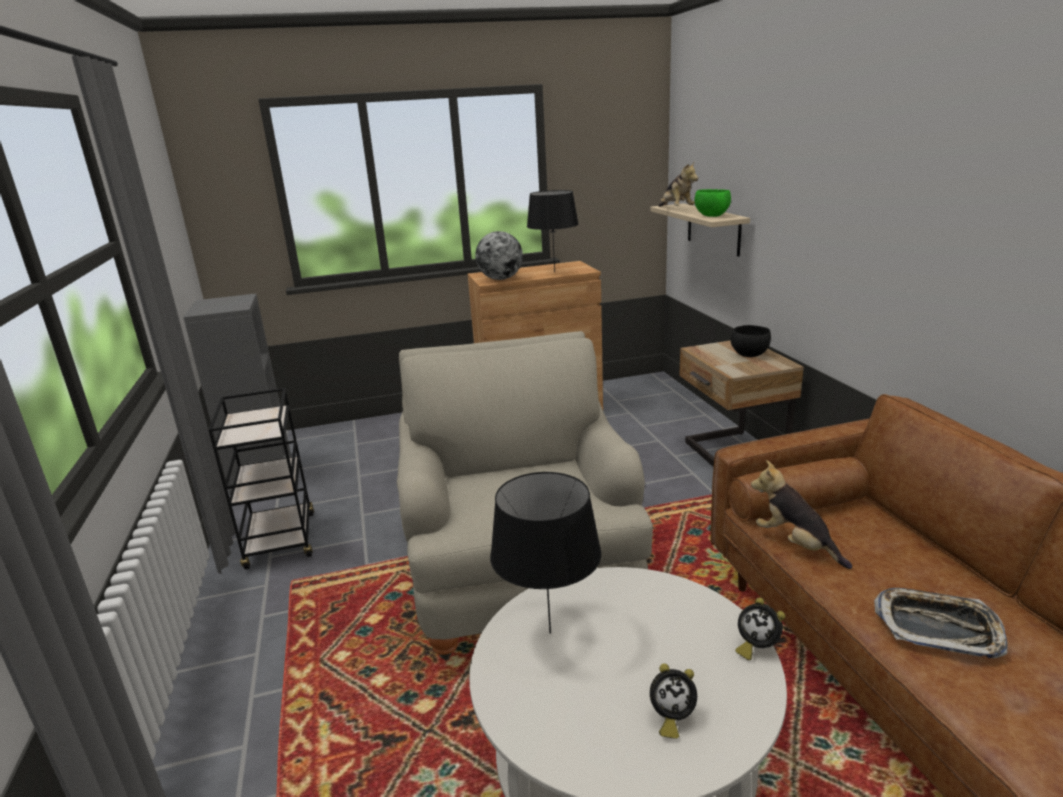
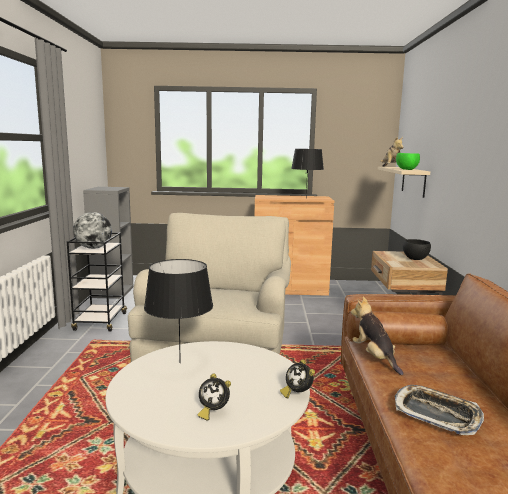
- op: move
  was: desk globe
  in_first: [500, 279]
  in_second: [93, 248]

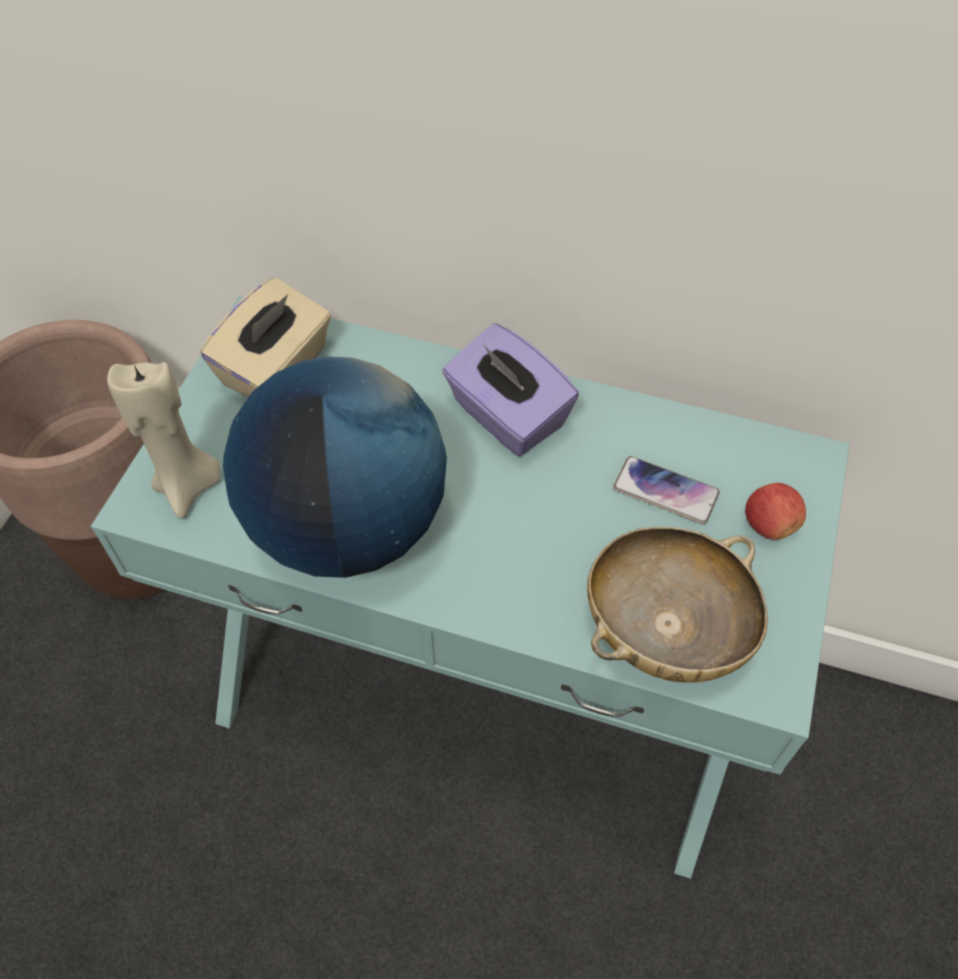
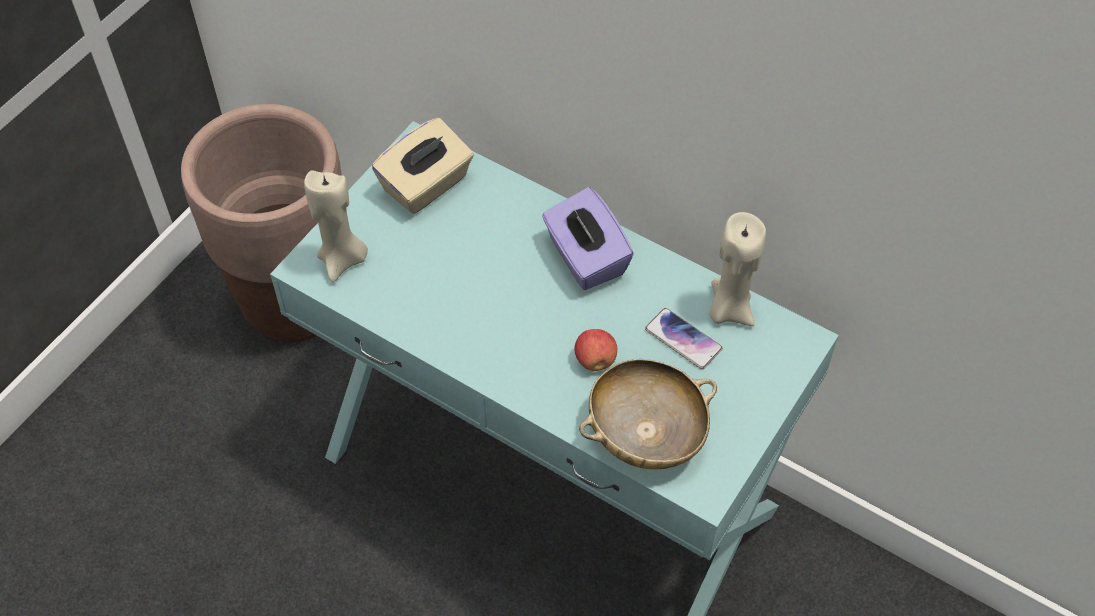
- op: delete
  was: desk globe
  in_first: [348, 526]
- op: move
  was: apple
  in_first: [768, 525]
  in_second: [595, 360]
- op: insert
  now: candle/beige
  in_second: [729, 309]

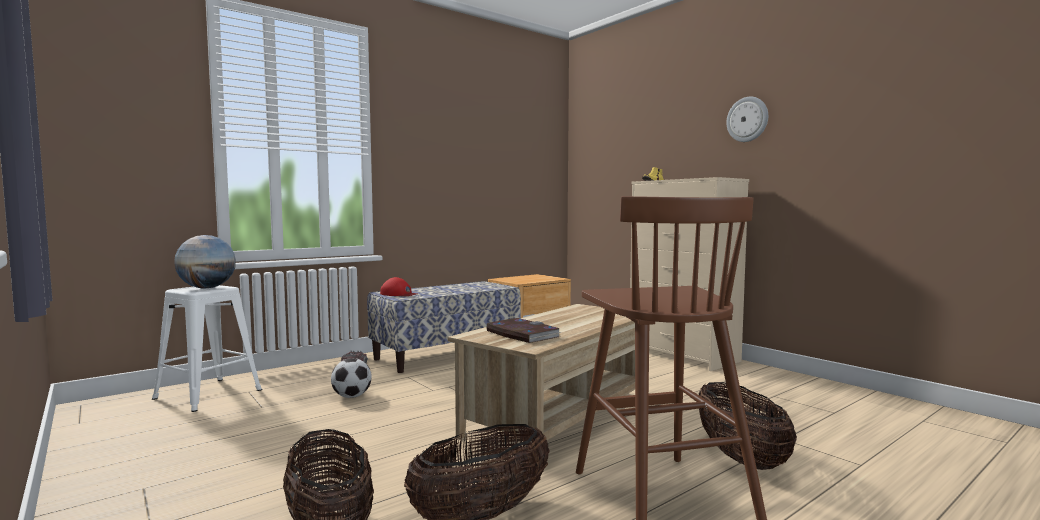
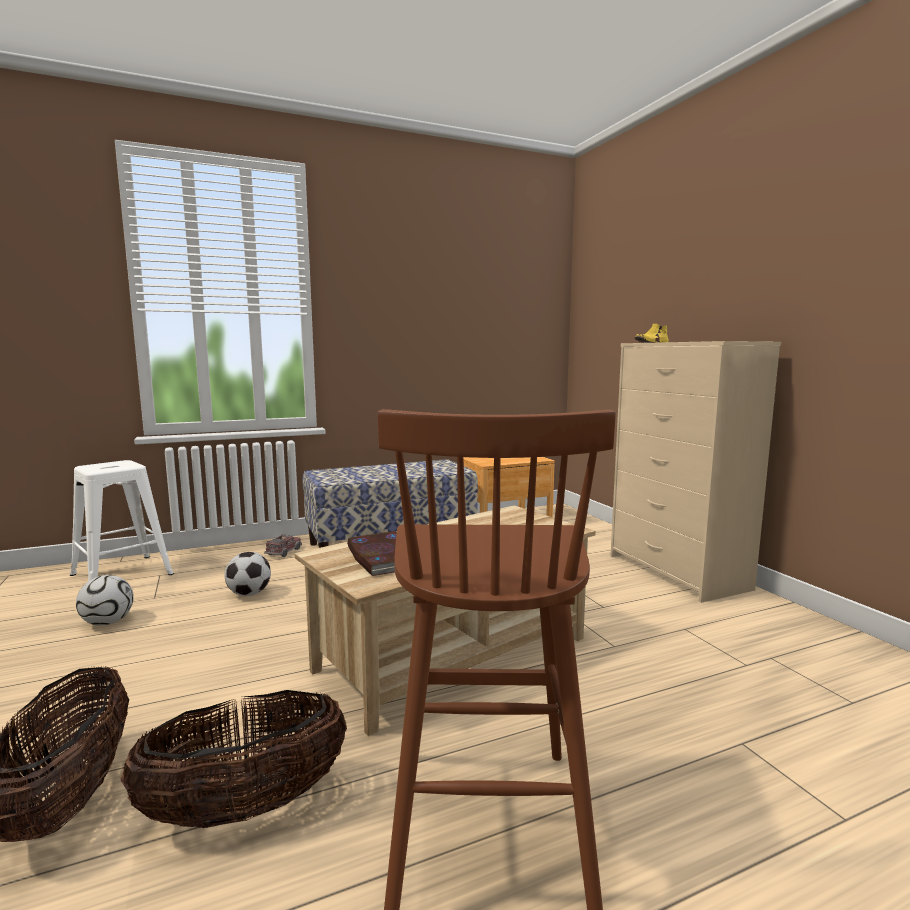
- op: delete
  was: desk globe
  in_first: [207, 288]
- op: delete
  was: cap/red-coloured
  in_first: [399, 294]
- op: delete
  was: storage basket
  in_first: [740, 458]
- op: delete
  was: clock on the wall
  in_first: [747, 119]
- op: insert
  now: ball for football
  in_second: [107, 622]

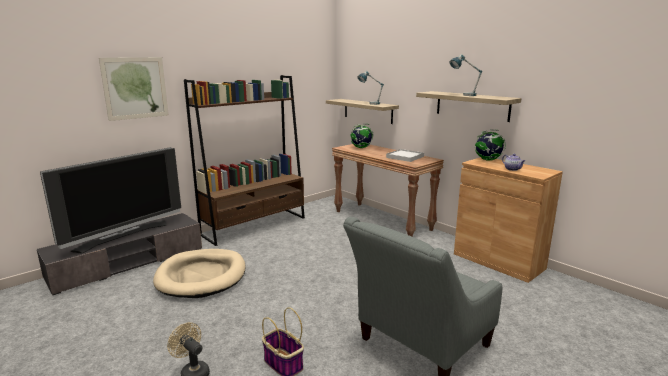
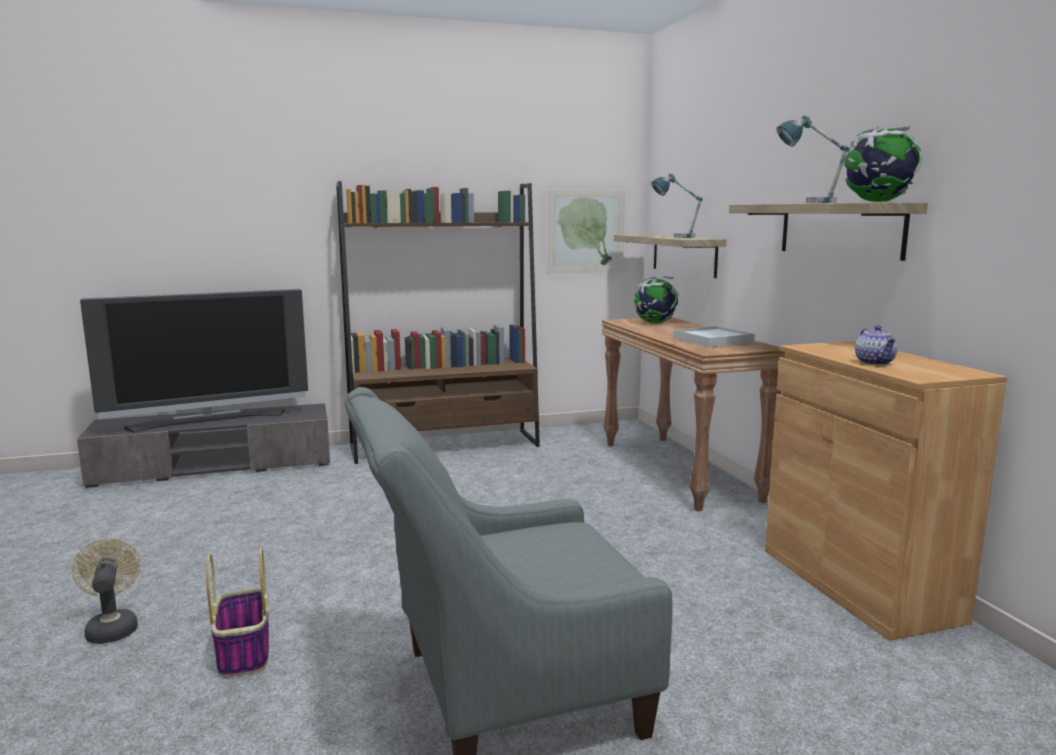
- op: move
  was: wall picture
  in_first: [135, 88]
  in_second: [586, 231]
- op: delete
  was: dog cushion/beige
  in_first: [201, 276]
- op: move
  was: desk globe
  in_first: [488, 160]
  in_second: [877, 202]

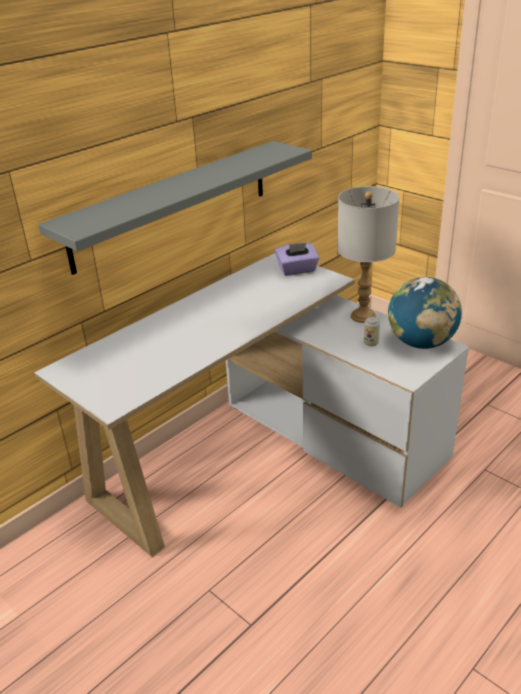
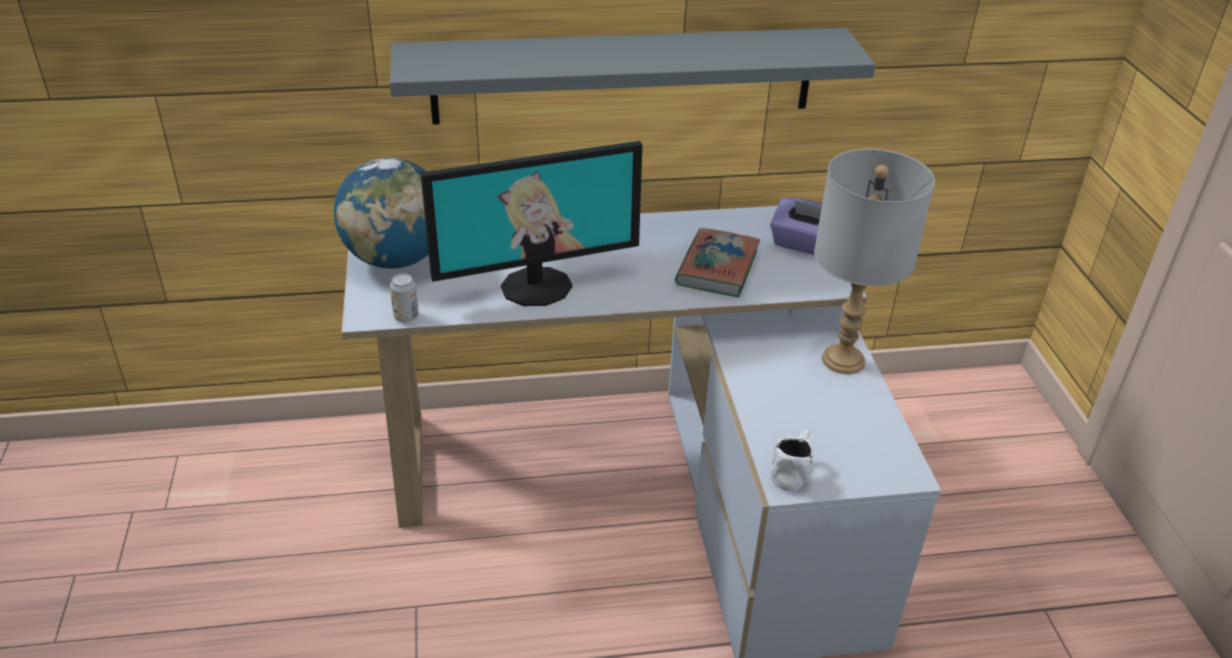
- op: move
  was: metal can
  in_first: [371, 343]
  in_second: [406, 316]
- op: move
  was: desk globe
  in_first: [421, 343]
  in_second: [396, 259]
- op: insert
  now: computer display
  in_second: [536, 286]
- op: insert
  now: volume
  in_second: [717, 268]
- op: insert
  now: coffee mug/white-coloured
  in_second: [791, 471]

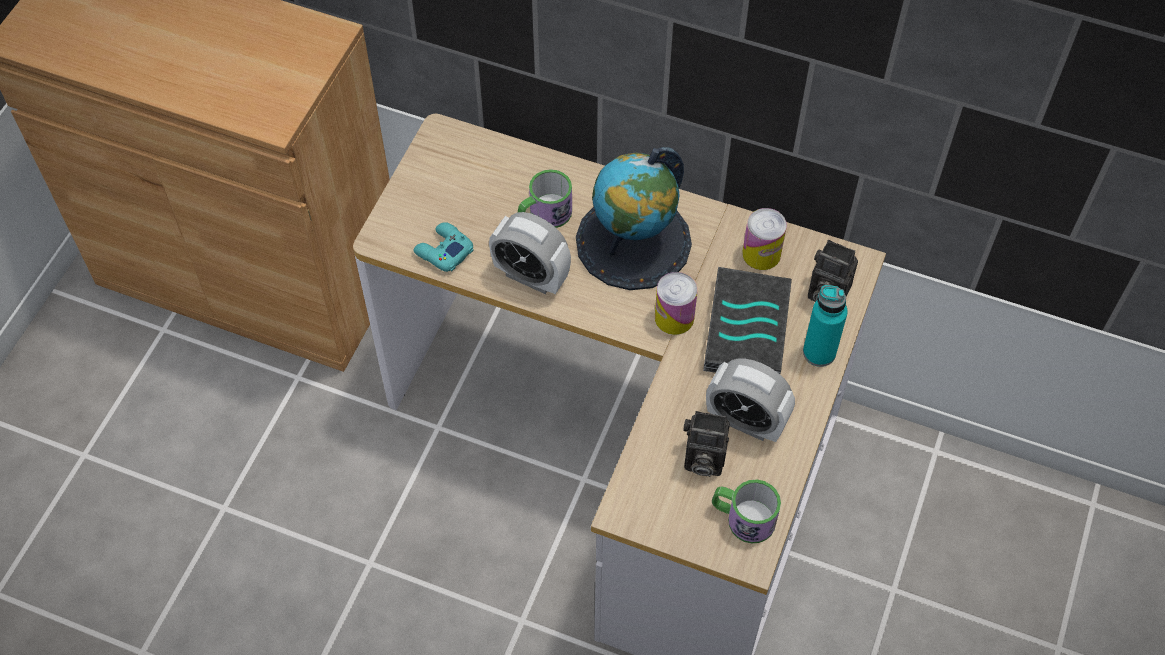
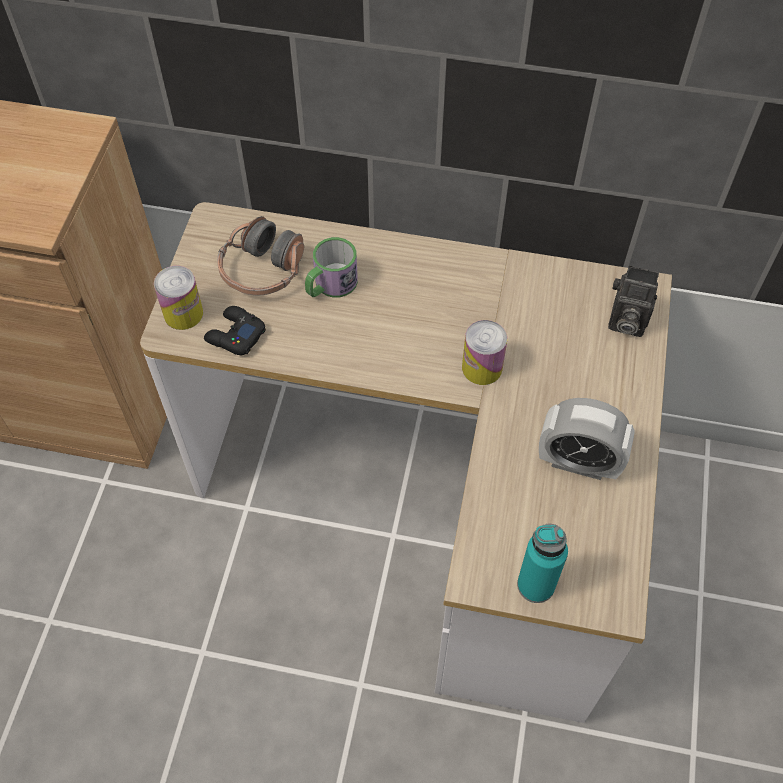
- op: recolor
  was: game controller/turquoise
  now: game controller/black-coloured
  in_first: [443, 251]
  in_second: [235, 335]
- op: delete
  was: alarm clock
  in_first: [531, 276]
- op: delete
  was: desk globe
  in_first: [633, 242]
- op: delete
  was: still camera
  in_first: [701, 459]
- op: delete
  was: volume
  in_first: [744, 328]
- op: delete
  was: coffee mug
  in_first: [742, 518]
- op: move
  was: metal can
  in_first: [761, 254]
  in_second: [183, 313]
- op: move
  was: drink bottle/turquoise
  in_first: [819, 352]
  in_second: [536, 585]
- op: insert
  now: headphones
  in_second: [262, 270]

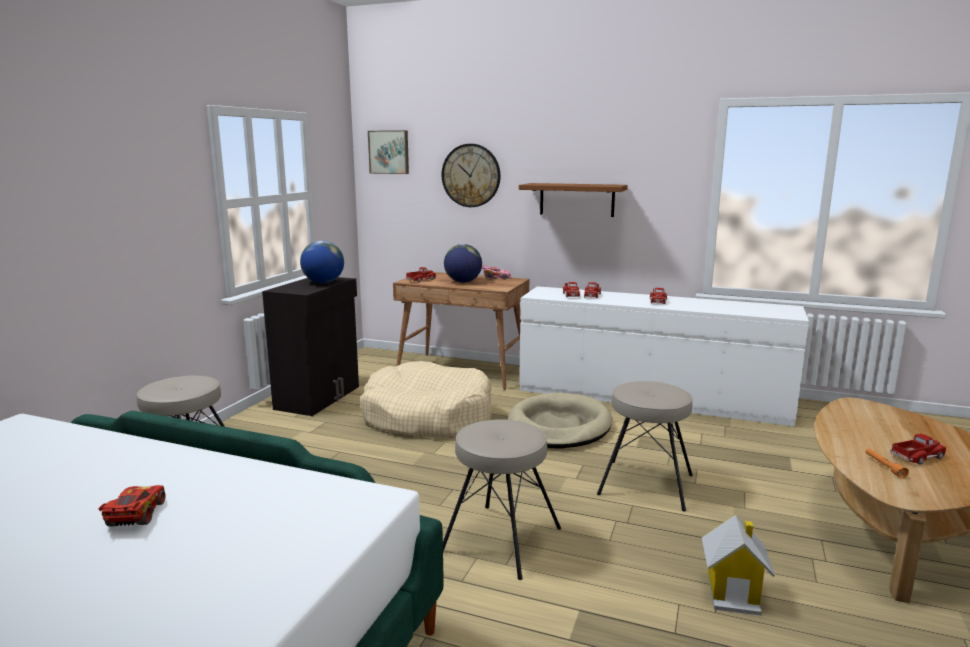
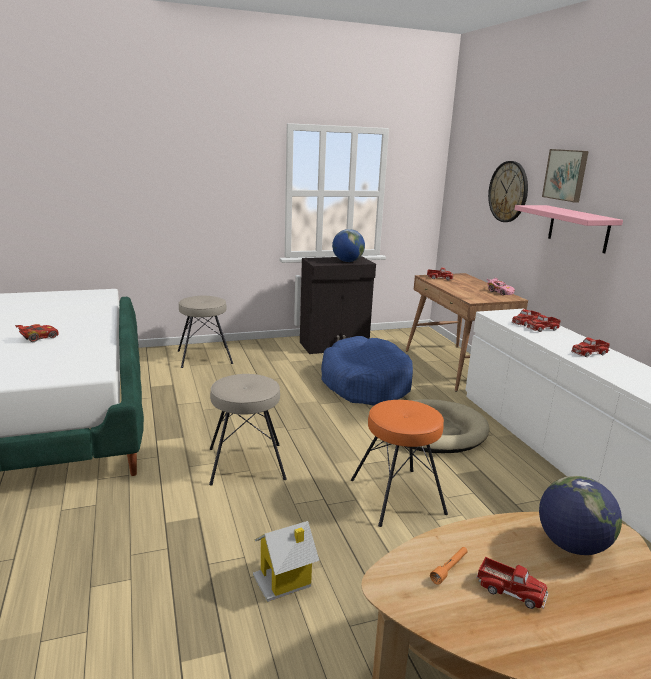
- op: recolor
  was: dog cushion/beige
  now: dog cushion/blue-coloured
  in_first: [428, 417]
  in_second: [365, 383]
- op: move
  was: wall picture
  in_first: [389, 152]
  in_second: [566, 175]
- op: move
  was: desk globe
  in_first: [463, 282]
  in_second: [572, 545]
- op: recolor
  was: shelf/brown-coloured
  now: shelf/pink
  in_first: [576, 199]
  in_second: [578, 228]
- op: recolor
  was: stool seat/beige
  now: stool seat/orange
  in_first: [645, 484]
  in_second: [398, 496]

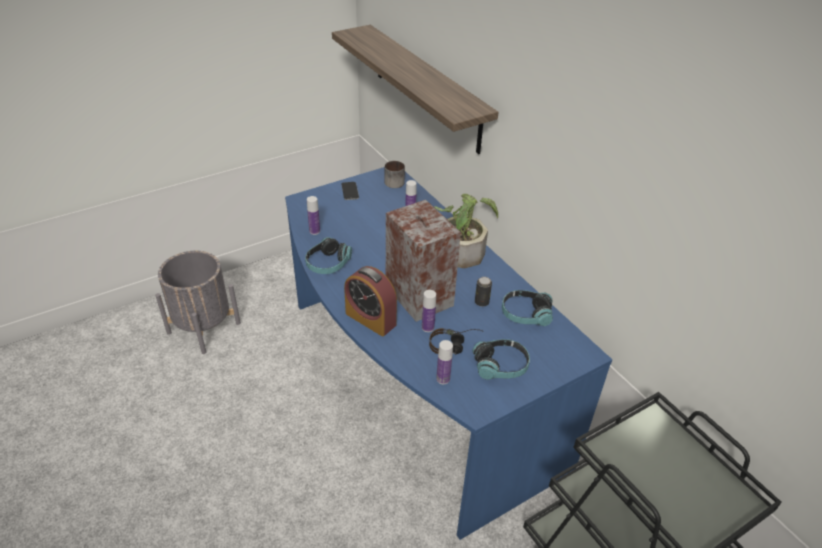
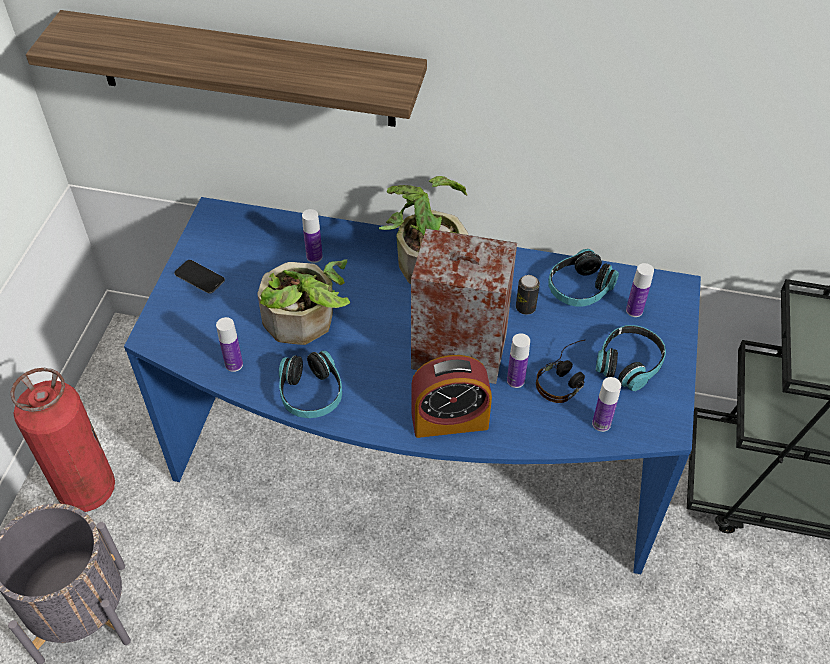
- op: delete
  was: coffee mug
  in_first: [394, 181]
- op: insert
  now: extinguisher
  in_second: [87, 490]
- op: insert
  now: plant in a pot
  in_second: [305, 323]
- op: insert
  now: drink bottle
  in_second: [634, 310]

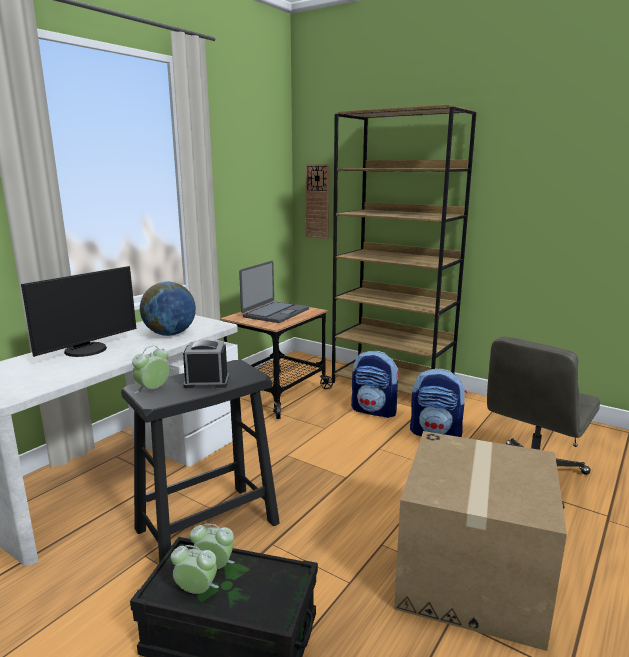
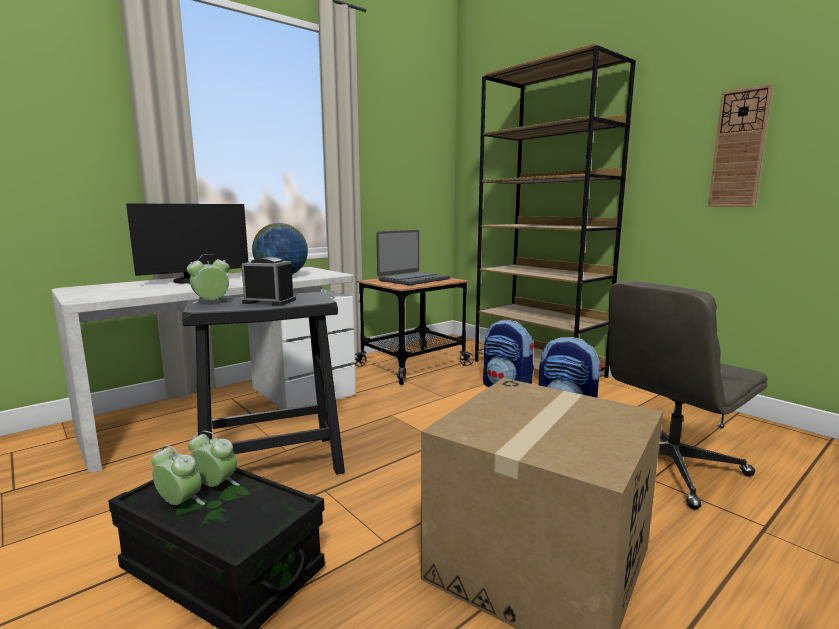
- op: move
  was: clock on the wall
  in_first: [317, 201]
  in_second: [739, 149]

